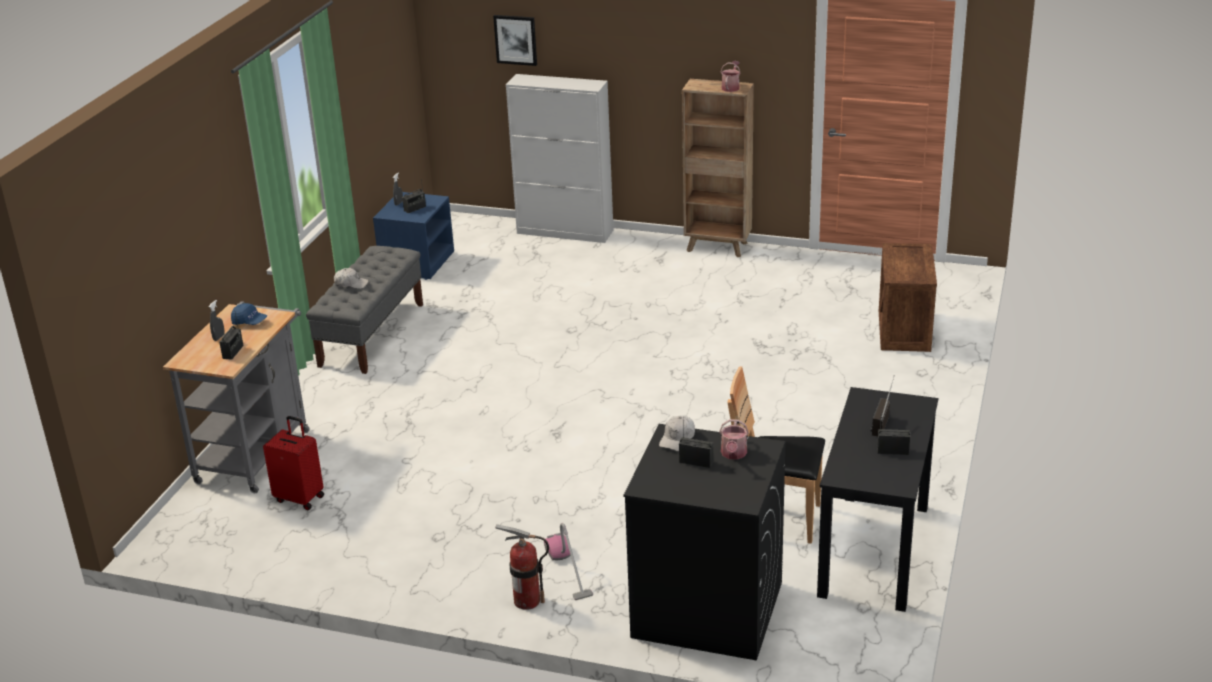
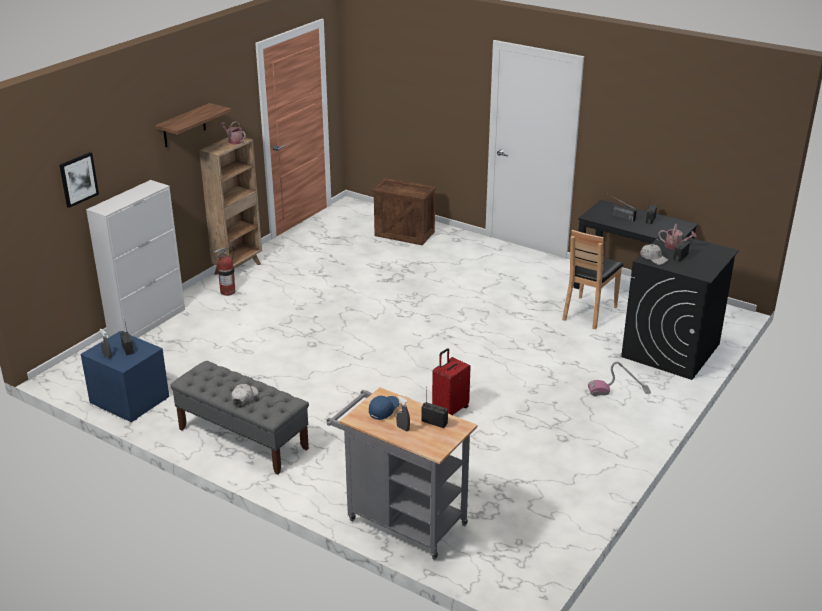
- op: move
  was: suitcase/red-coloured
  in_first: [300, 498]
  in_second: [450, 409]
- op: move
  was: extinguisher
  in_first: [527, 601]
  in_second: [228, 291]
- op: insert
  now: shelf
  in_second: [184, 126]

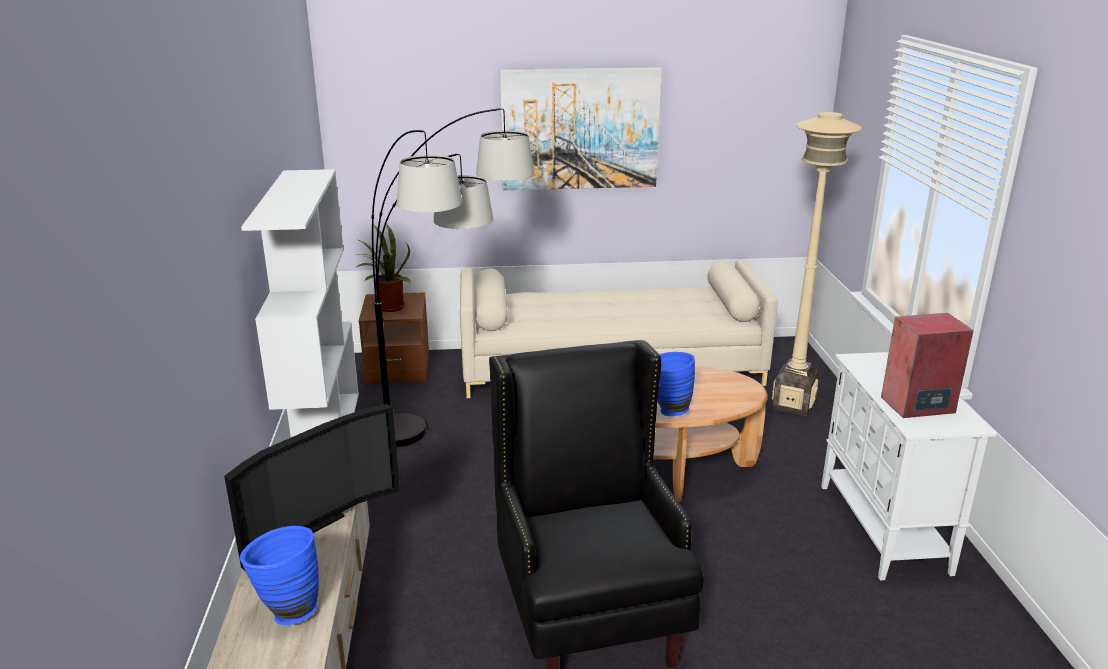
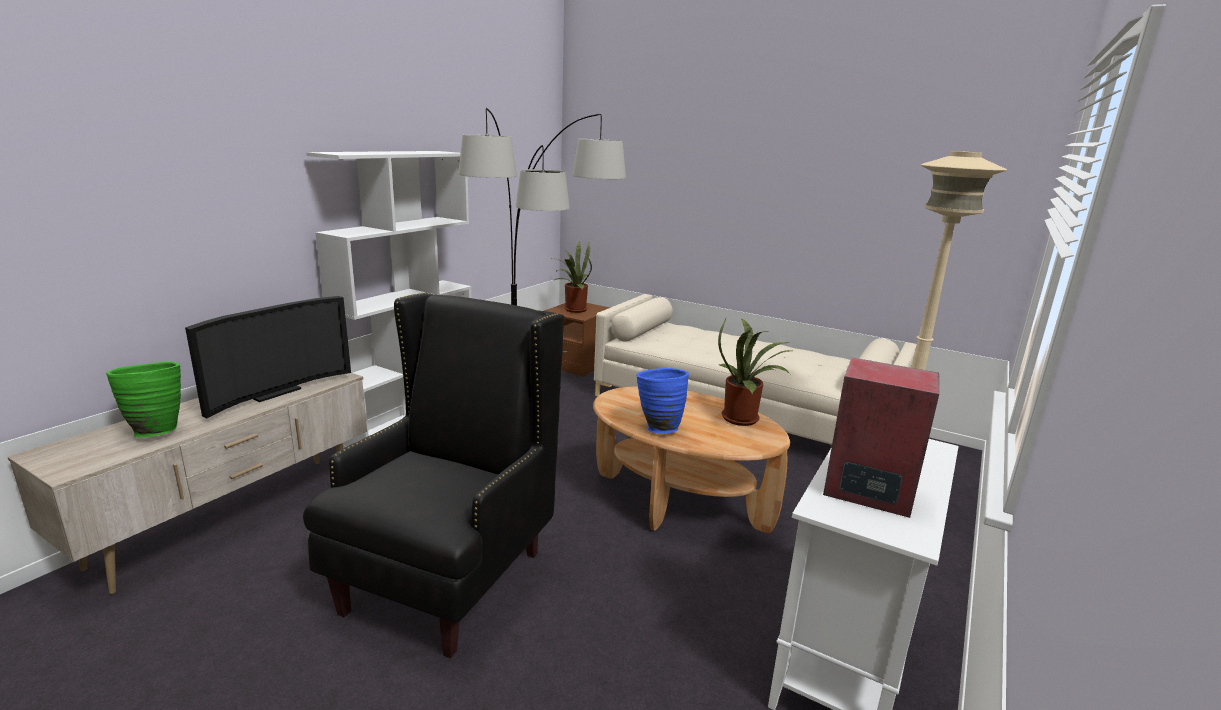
- op: rotate
  was: TV set
  in_first: [312, 522]
  in_second: [272, 392]
  clockwise: -45
- op: recolor
  was: decorative vase/blue-coloured
  now: decorative vase/greenish
  in_first: [287, 611]
  in_second: [156, 430]
- op: delete
  was: wall picture
  in_first: [580, 129]
- op: insert
  now: plant in a pot
  in_second: [744, 419]

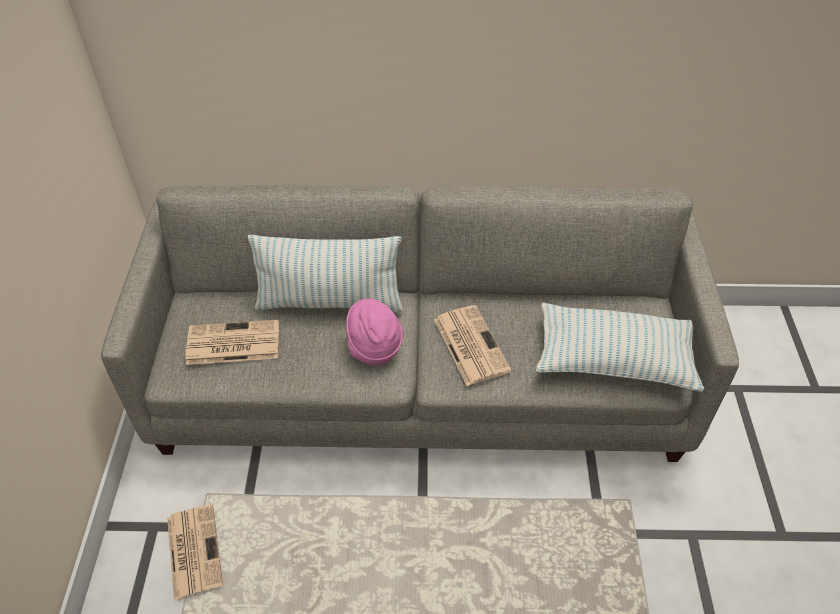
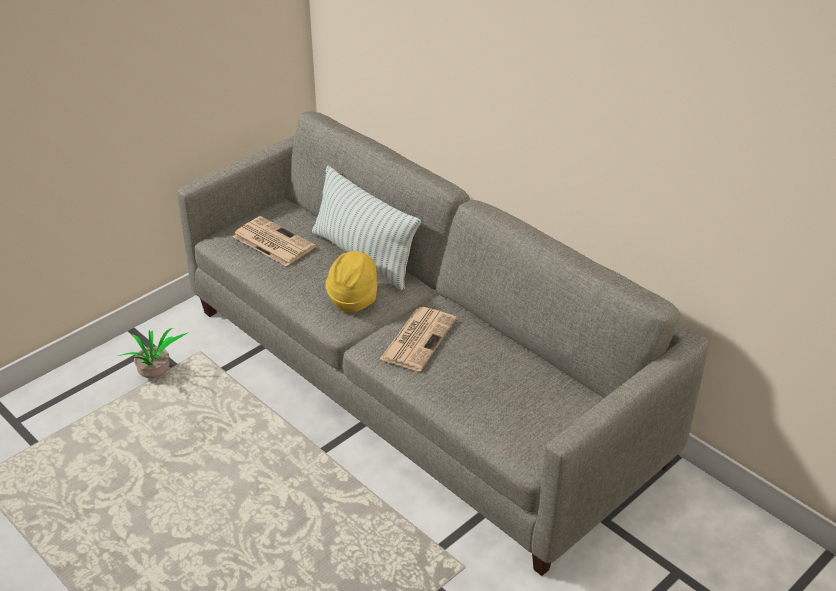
- op: replace
  was: printed paper
  now: plant in a pot
  in_first: [193, 550]
  in_second: [156, 376]
- op: recolor
  was: hat/pink
  now: hat/yellowish
  in_first: [374, 347]
  in_second: [353, 299]
- op: delete
  was: cushion
  in_first: [614, 360]

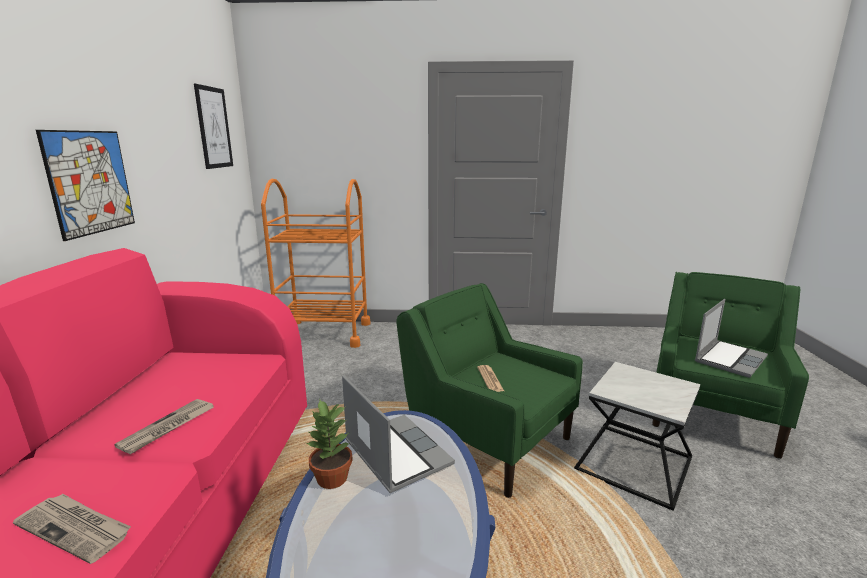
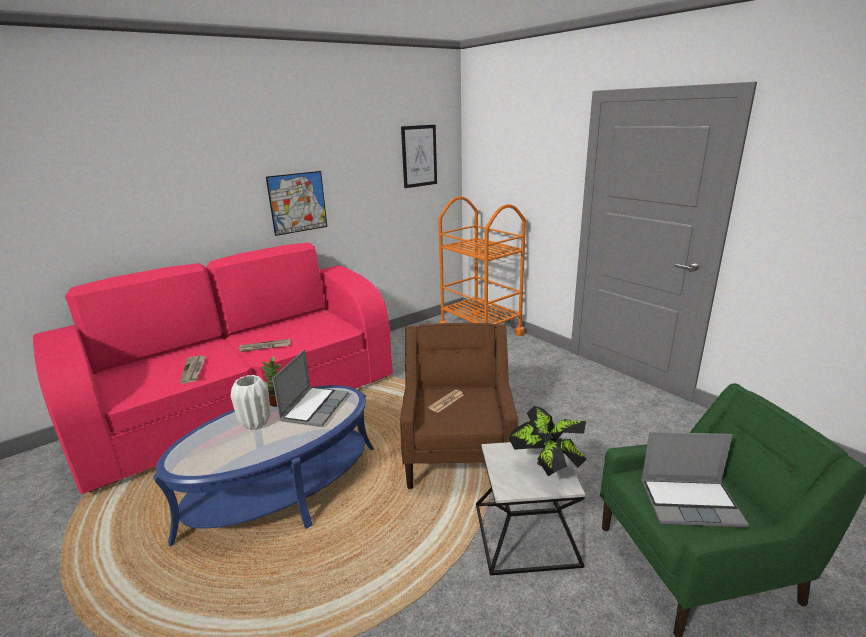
- op: recolor
  was: armchair/greenish
  now: armchair/brown-coloured
  in_first: [487, 438]
  in_second: [458, 452]
- op: insert
  now: decorative vase/white-coloured
  in_second: [256, 423]
- op: insert
  now: plant in a pot
  in_second: [546, 469]

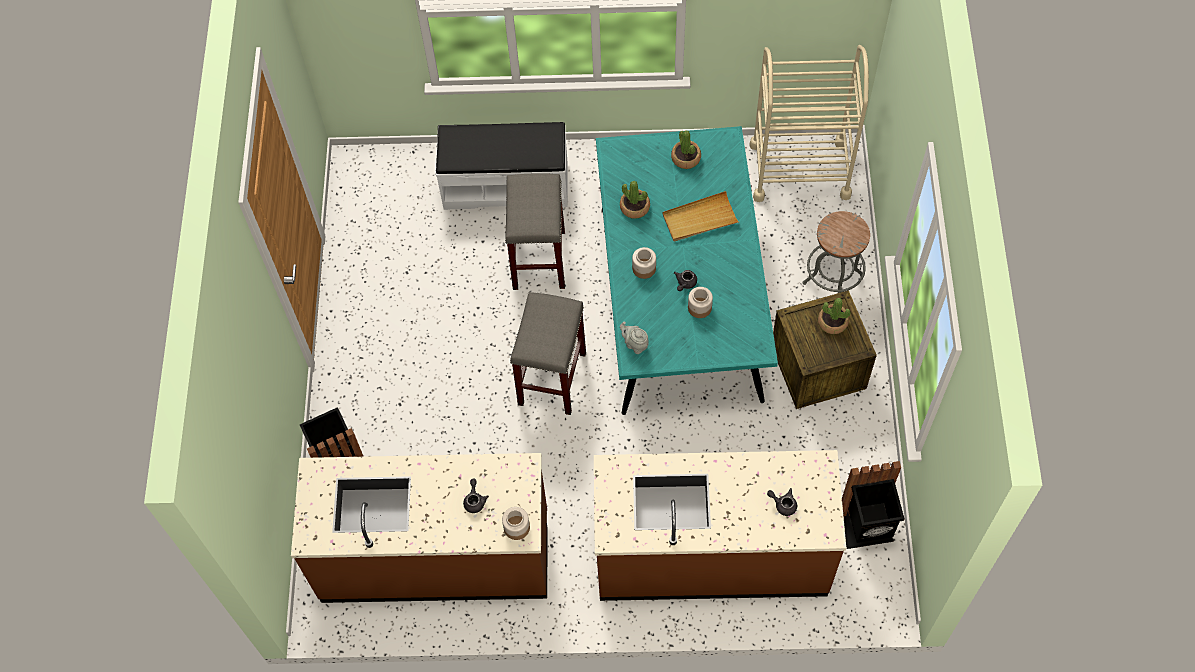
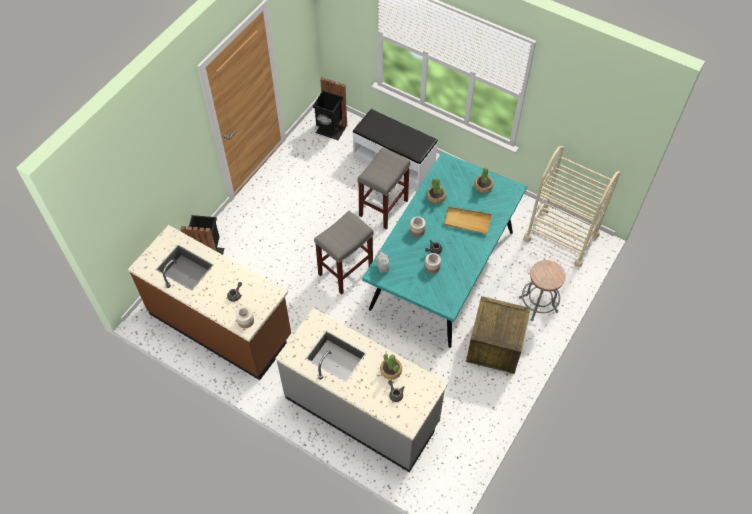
- op: recolor
  was: counter/brown-coloured
  now: counter/gray
  in_first: [711, 553]
  in_second: [362, 410]
- op: move
  was: plant in a pot
  in_first: [832, 322]
  in_second: [391, 370]
- op: move
  was: trash can/black-coloured
  in_first: [866, 528]
  in_second: [331, 130]

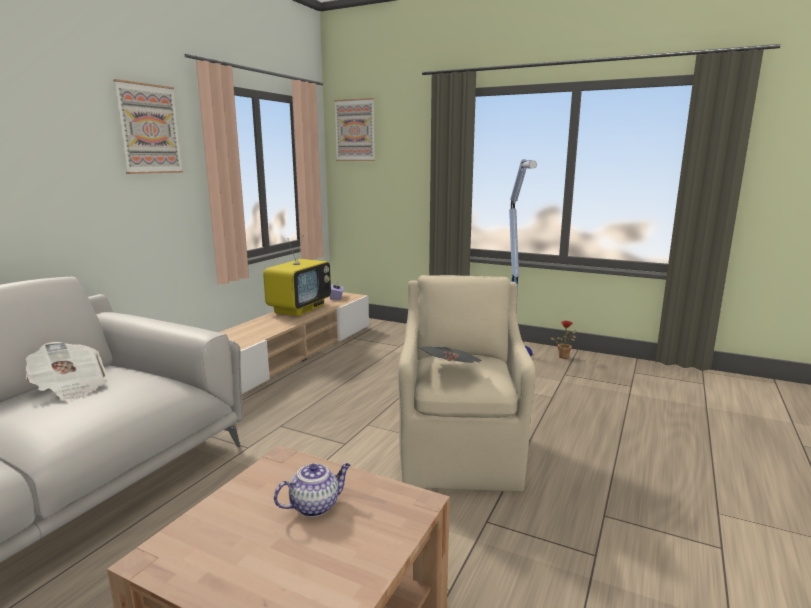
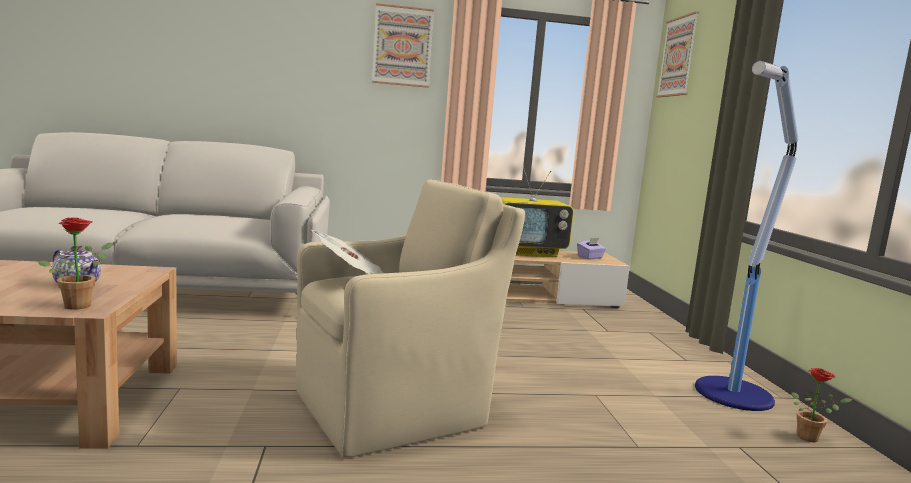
- op: delete
  was: printed paper
  in_first: [70, 388]
- op: insert
  now: plant in a pot
  in_second: [81, 304]

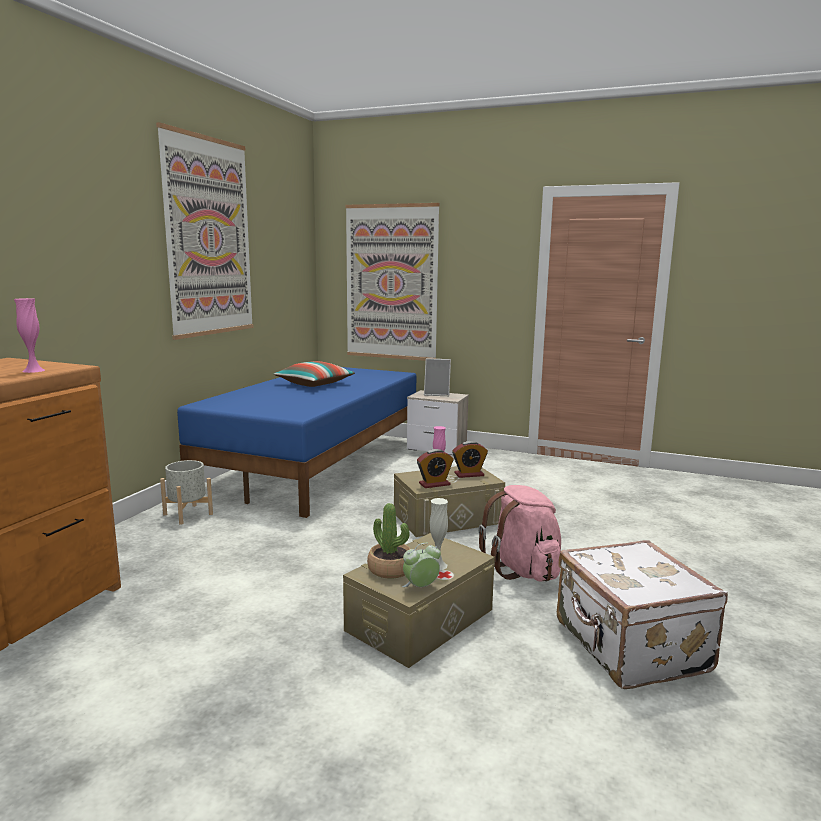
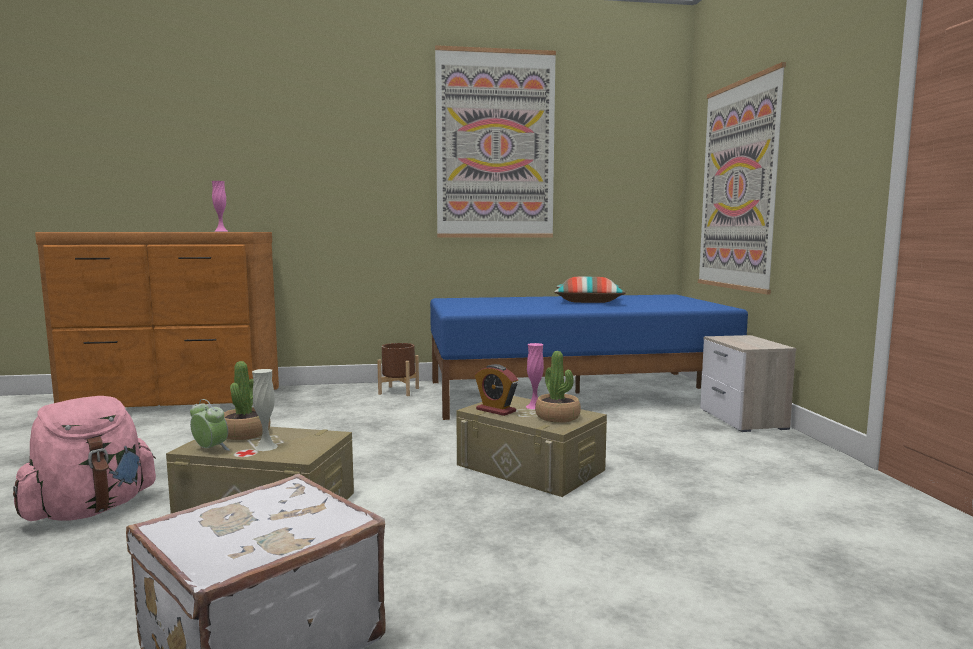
- op: recolor
  was: flower pot/gray
  now: flower pot/brown-coloured
  in_first: [188, 514]
  in_second: [398, 391]
- op: delete
  was: photo frame
  in_first: [437, 394]
- op: replace
  was: alarm clock
  now: plant in a pot
  in_first: [469, 474]
  in_second: [557, 417]
- op: move
  was: knapsack/pink
  in_first: [523, 570]
  in_second: [91, 510]

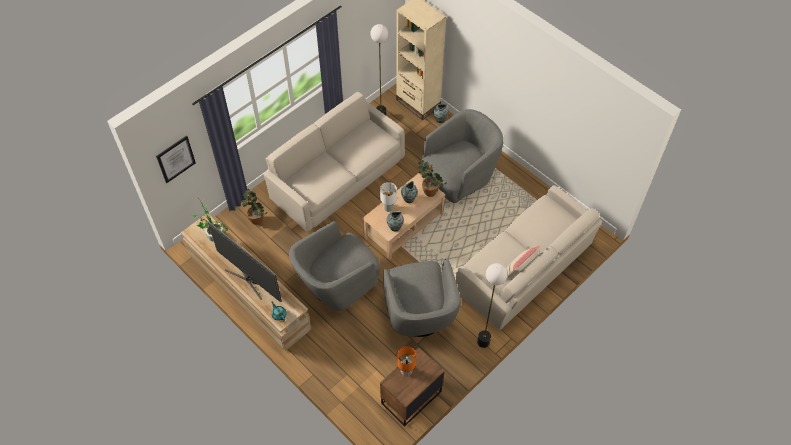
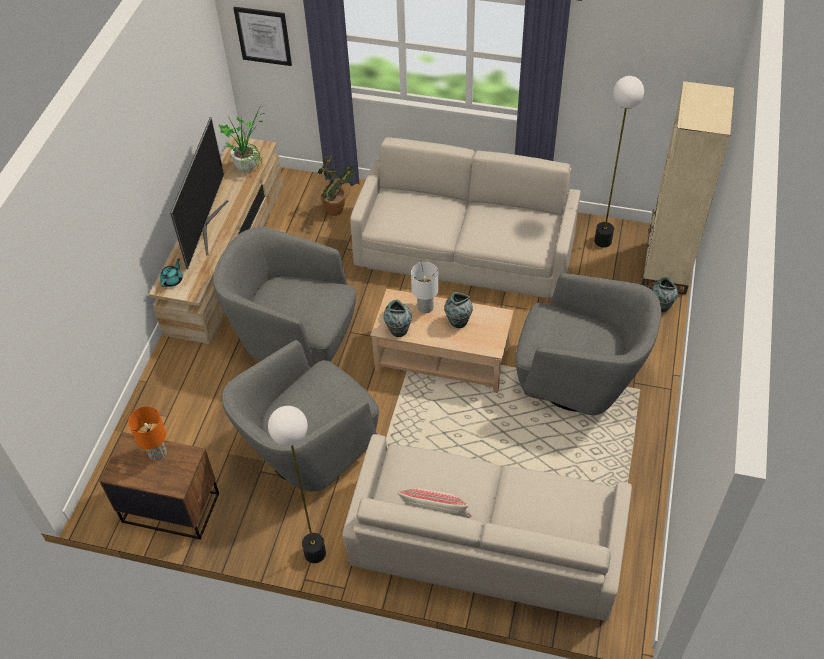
- op: delete
  was: plant in a pot
  in_first: [429, 189]

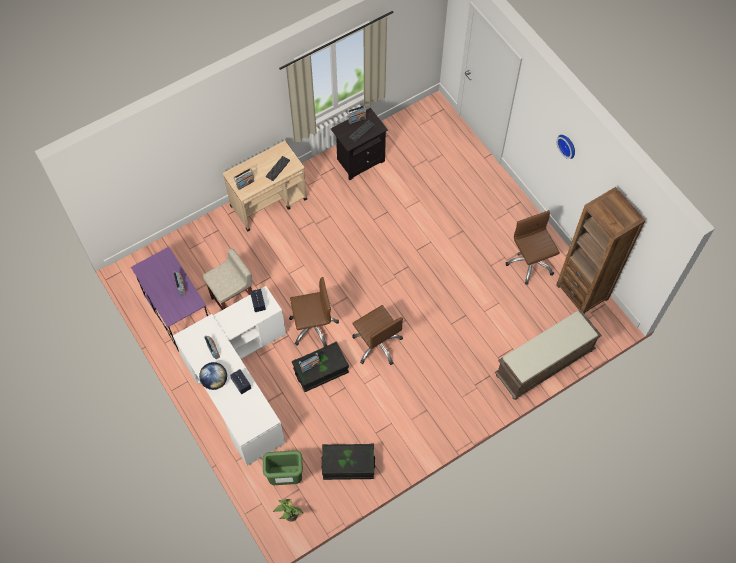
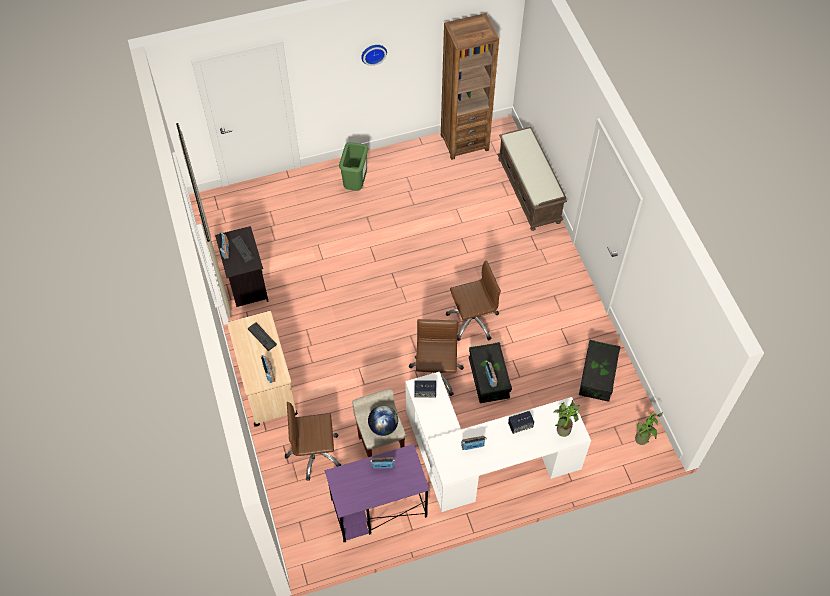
- op: move
  was: desk globe
  in_first: [215, 381]
  in_second: [383, 427]
- op: move
  was: trash can/greenish
  in_first: [285, 478]
  in_second: [356, 185]
- op: move
  was: desk chair/brown-coloured
  in_first: [530, 263]
  in_second: [314, 453]
- op: insert
  now: plant in a pot
  in_second: [562, 428]

